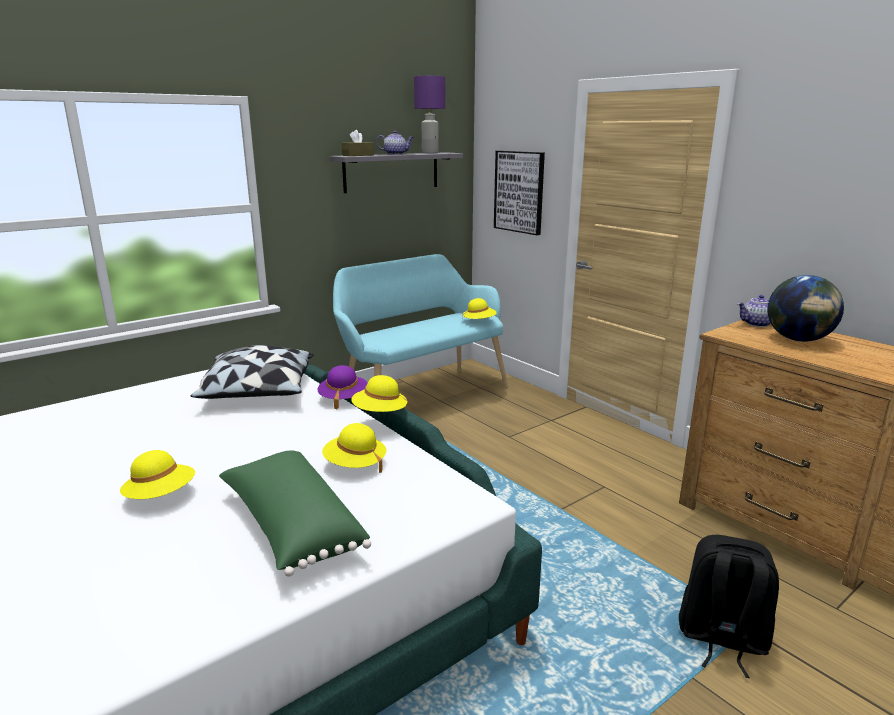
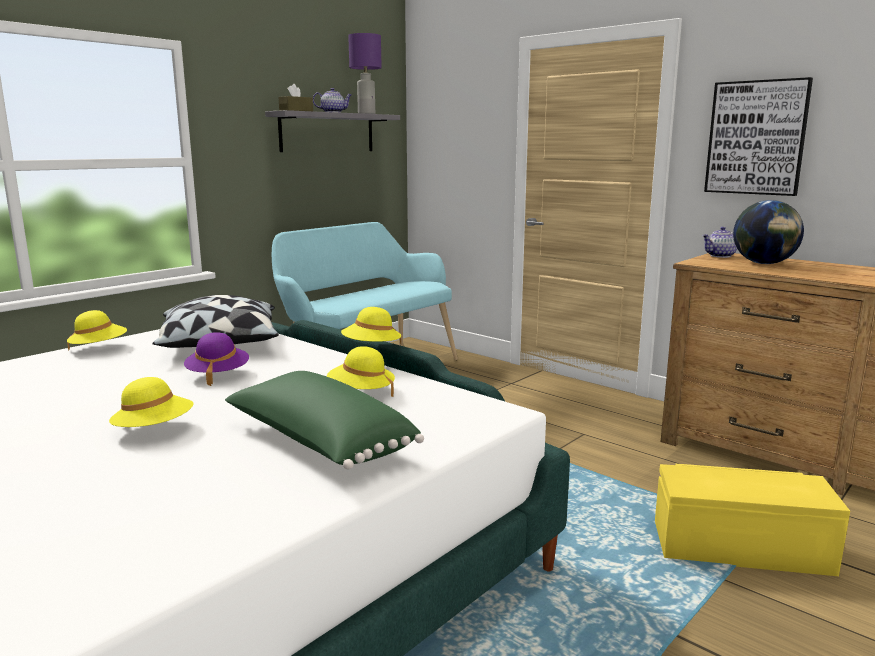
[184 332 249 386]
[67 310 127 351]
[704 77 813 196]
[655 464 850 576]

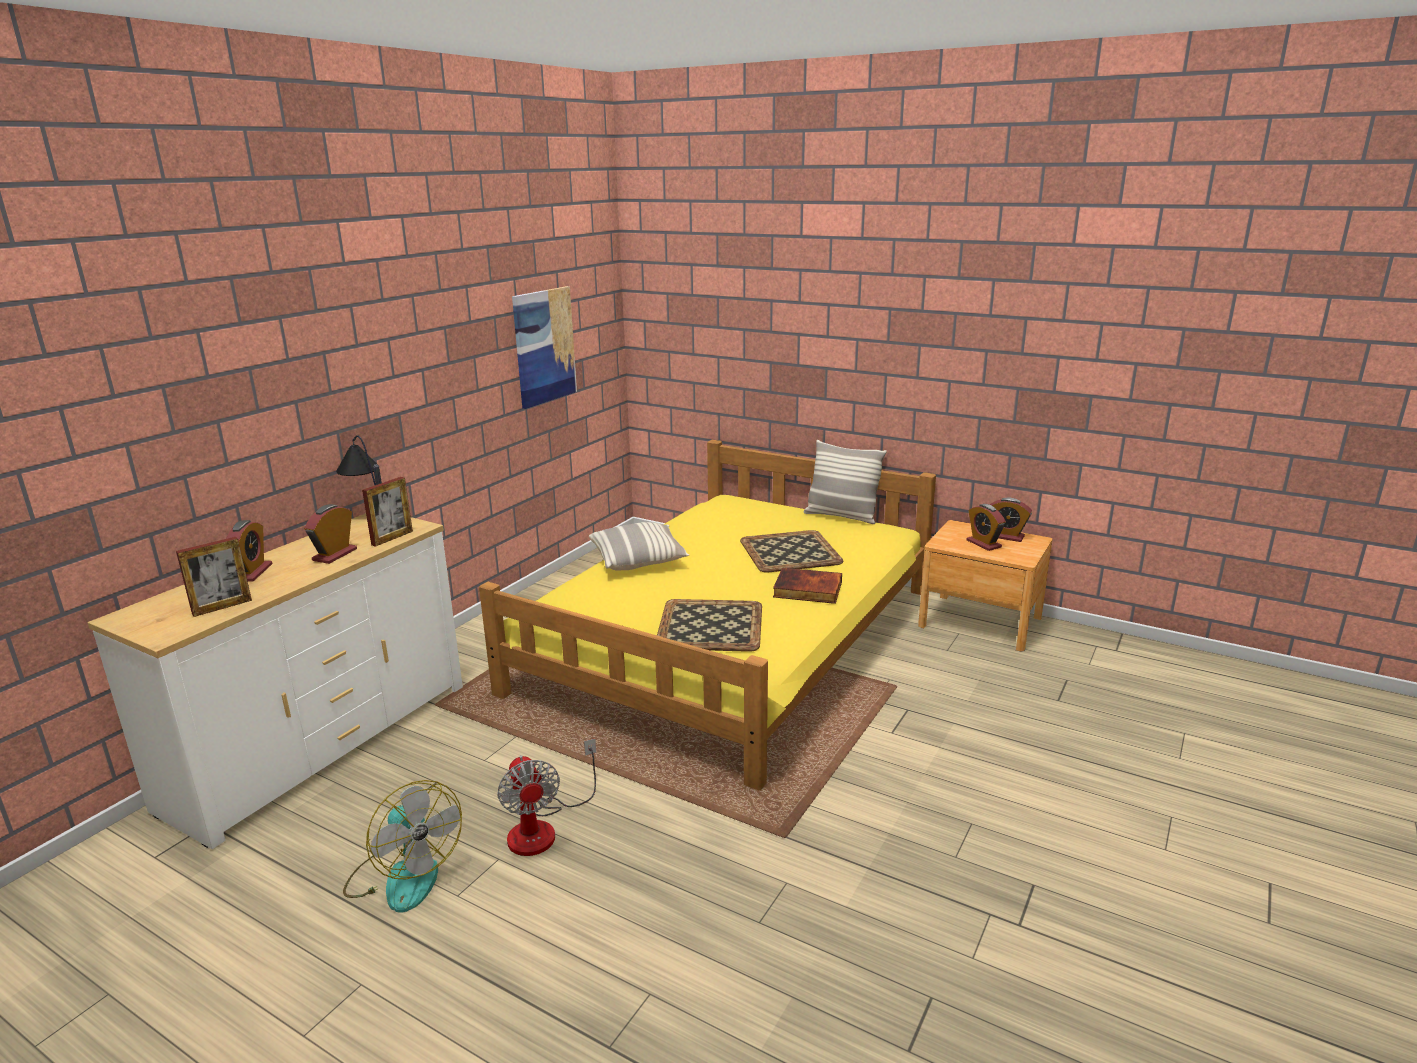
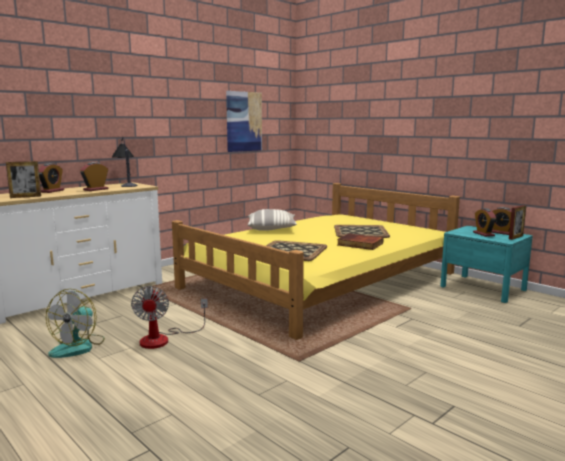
[46 289 105 358]
[509 205 526 240]
[804 440 887 524] (first image)
[440 226 533 303]

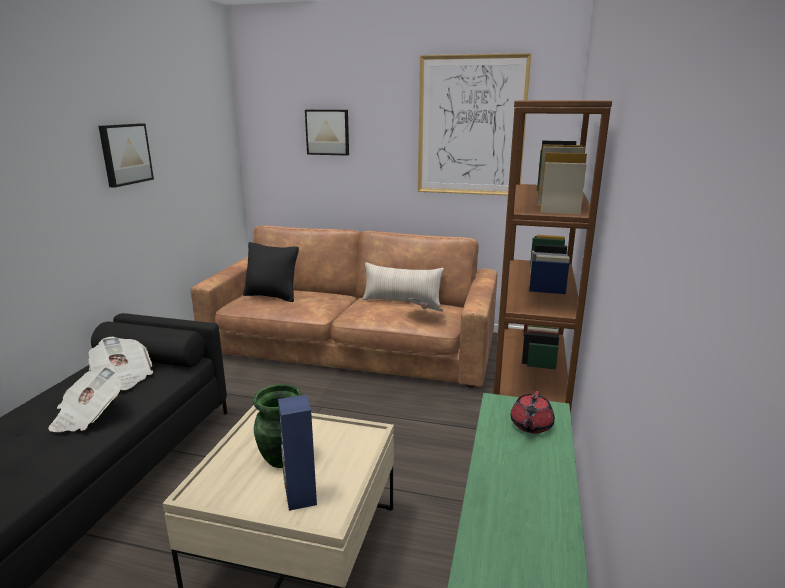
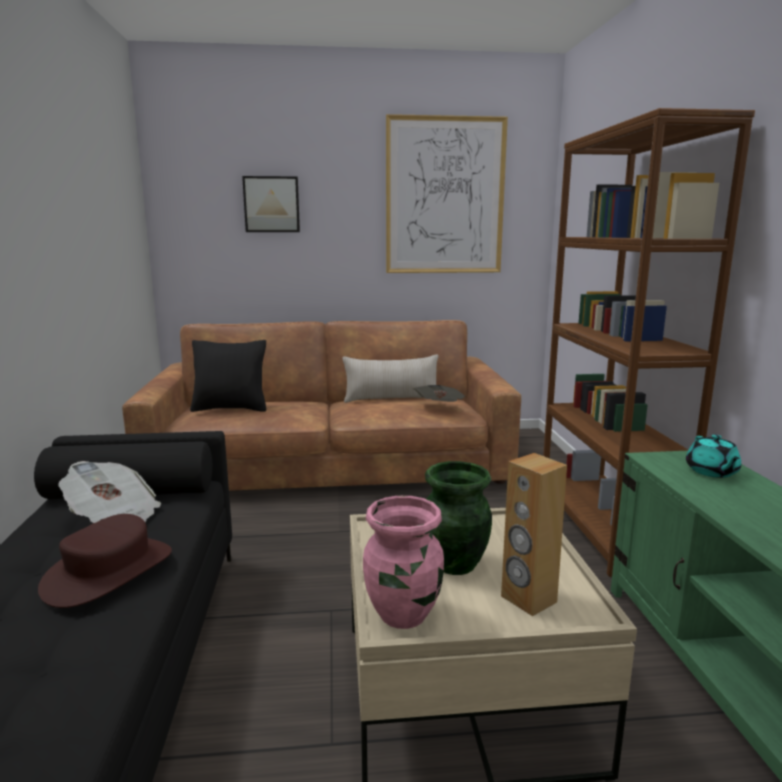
[38 514 172 608]
[98 123 154 188] (first image)
[501 453 567 616]
[686 434 741 478]
[363 496 444 629]

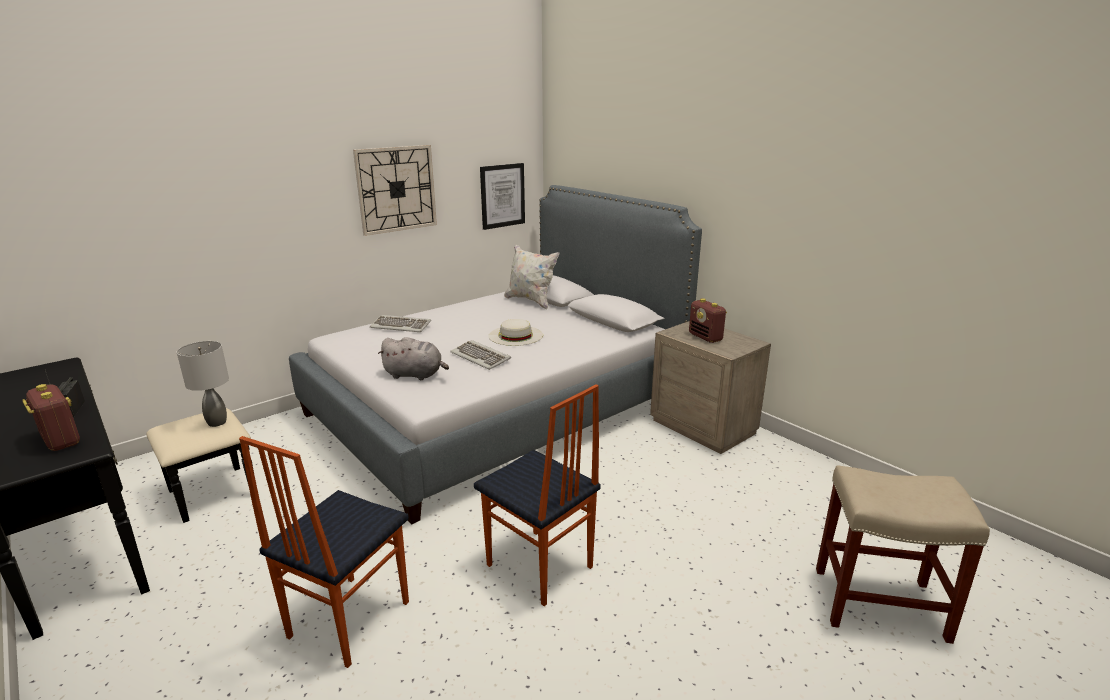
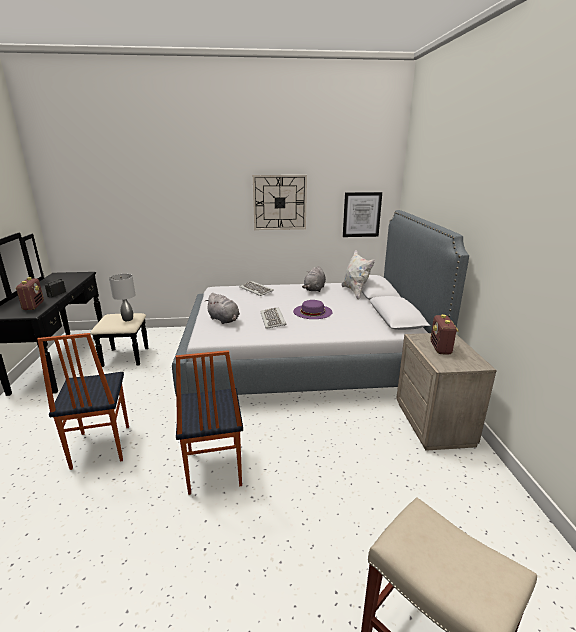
[37 333 129 470]
[293 300 333 319]
[302 266 326 292]

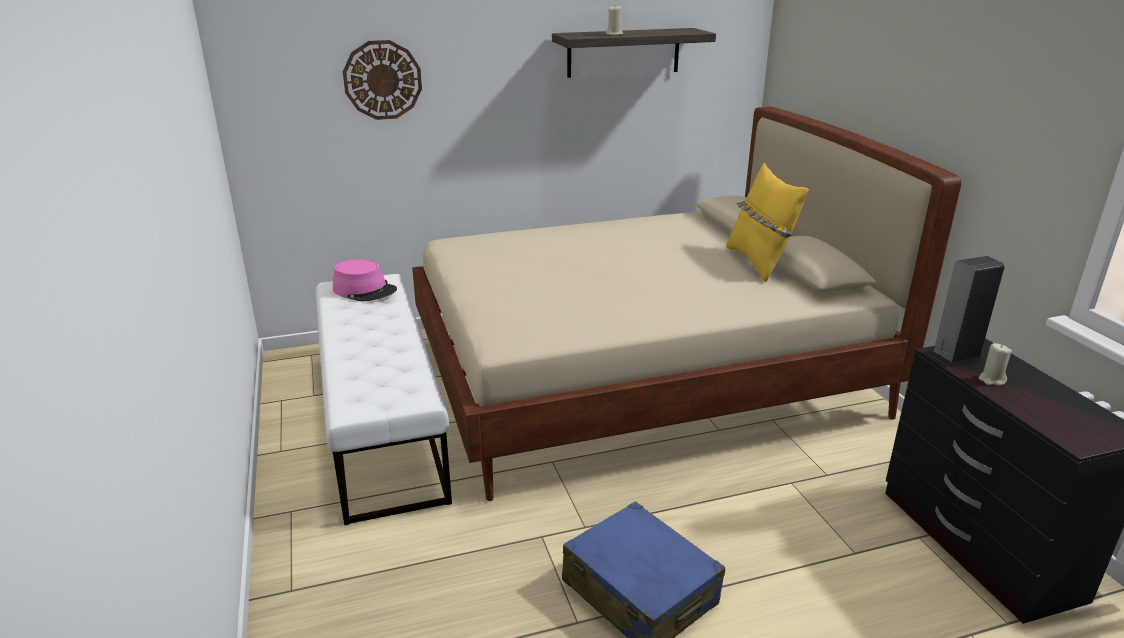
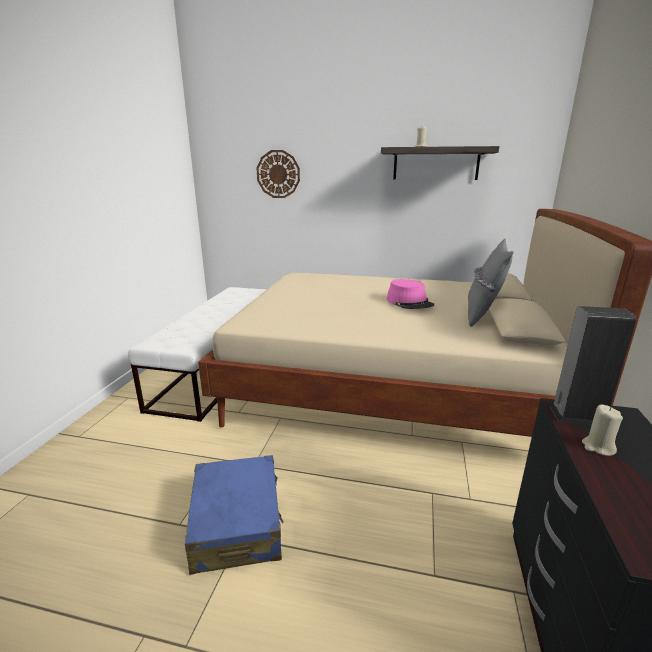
[387 279 434 309]
[468 238 514 327]

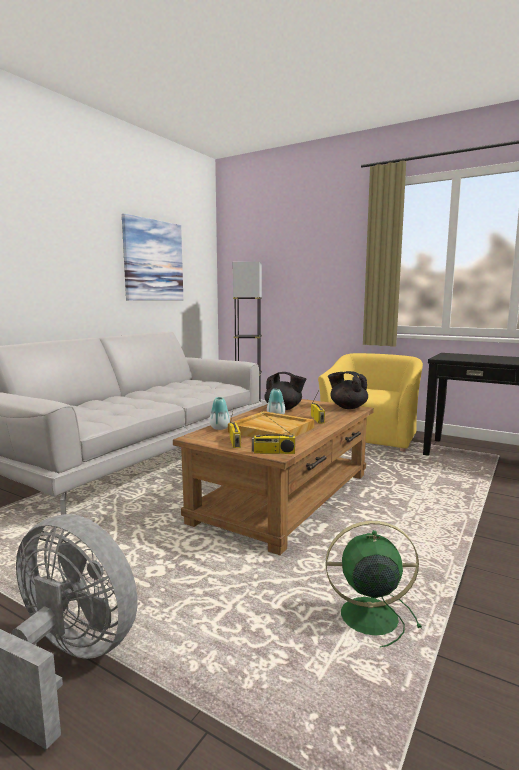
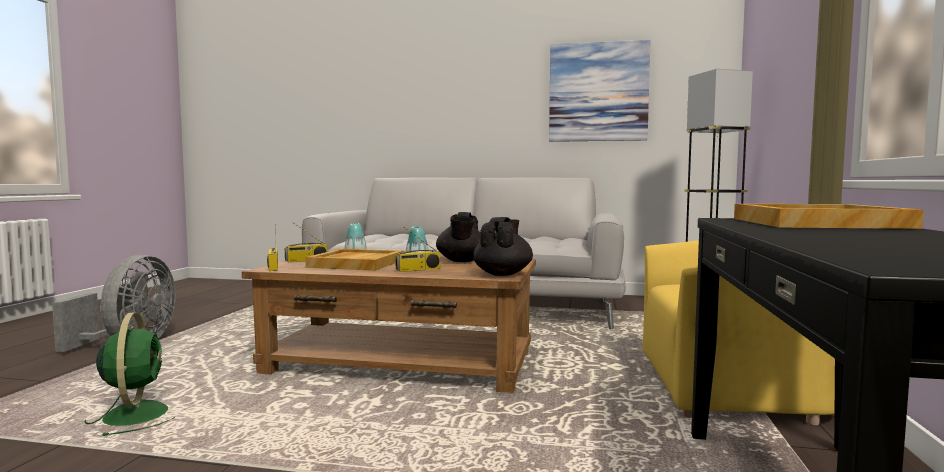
[734 204 924 229]

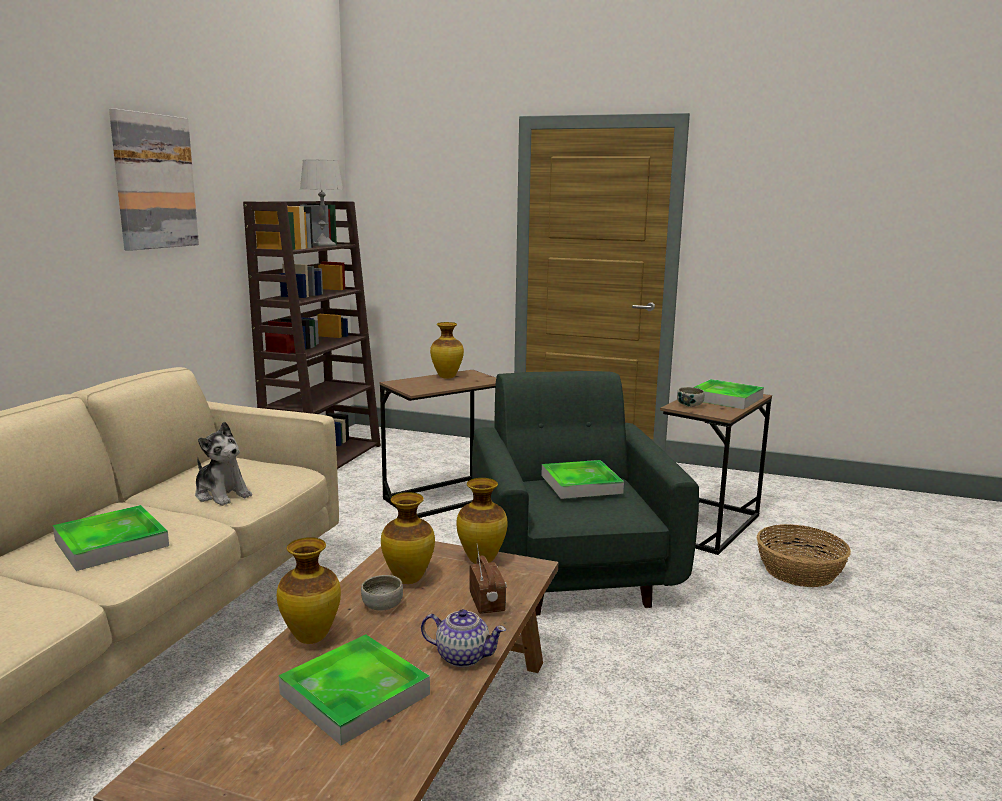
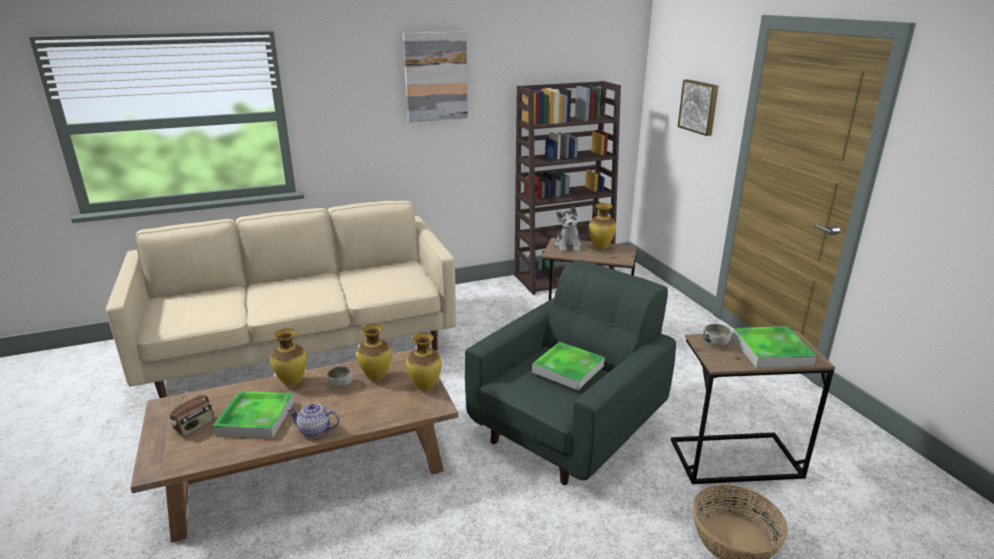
[53 505 169 571] (first image)
[554 206 582 252]
[300 160 343 247] (first image)
[286 403 340 437]
[170 387 214 436]
[678 79 718 136]

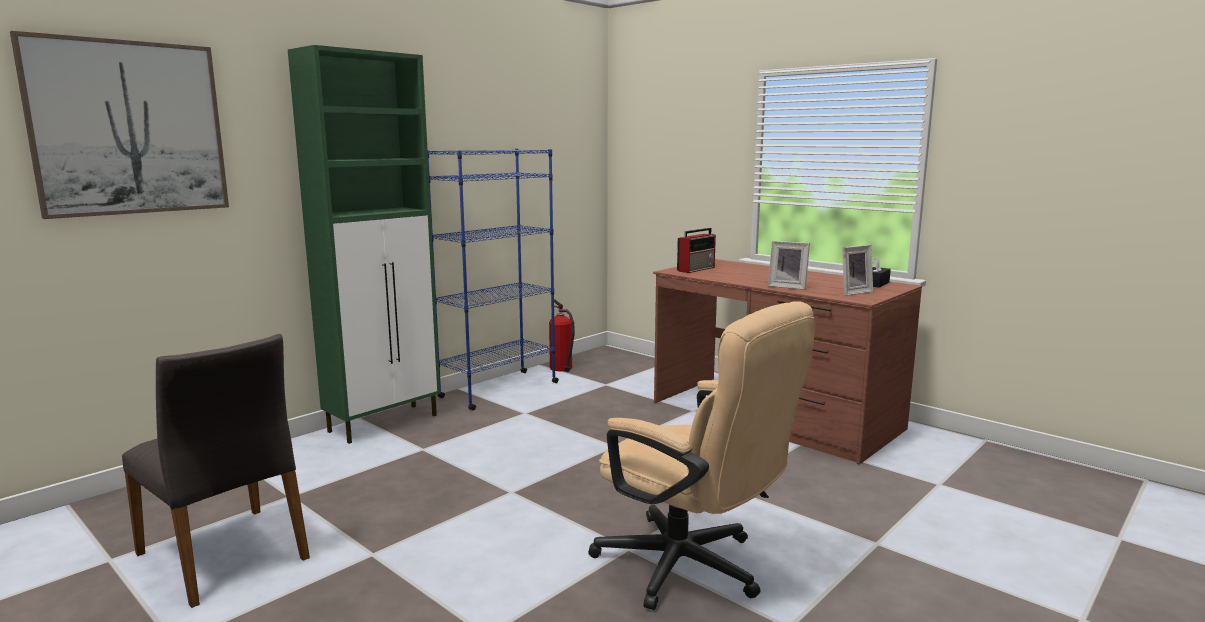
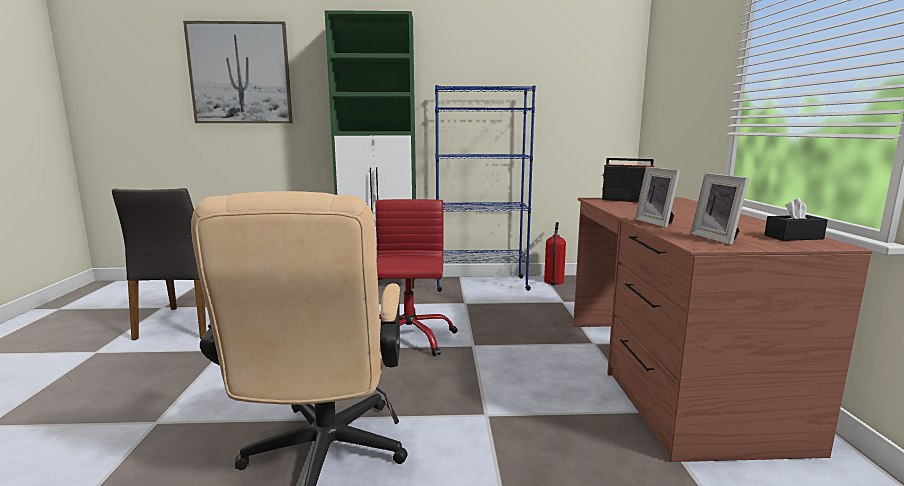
[602 158 654 203]
[690 173 750 245]
[375 199 458 357]

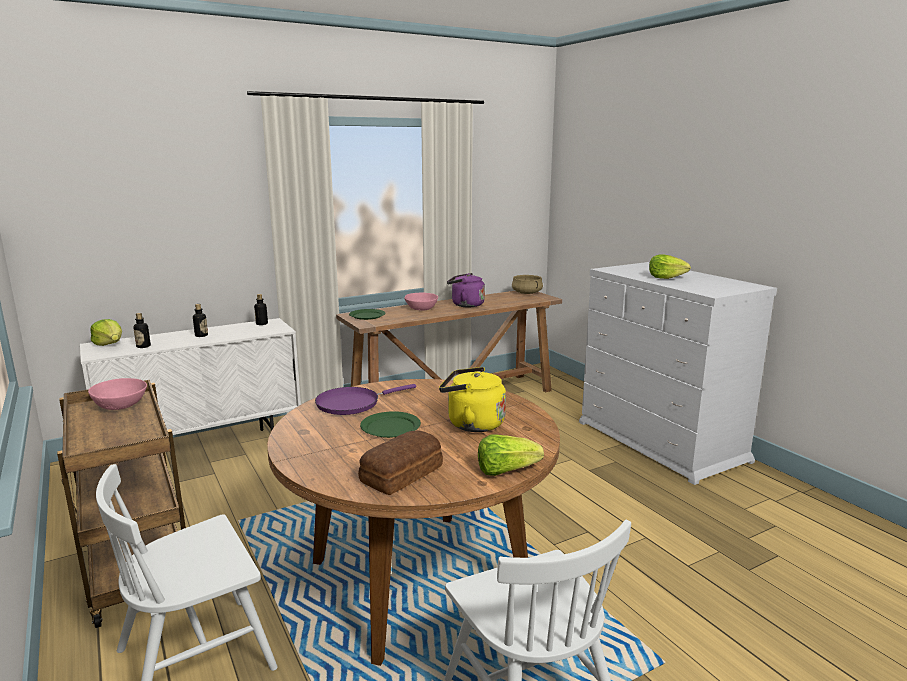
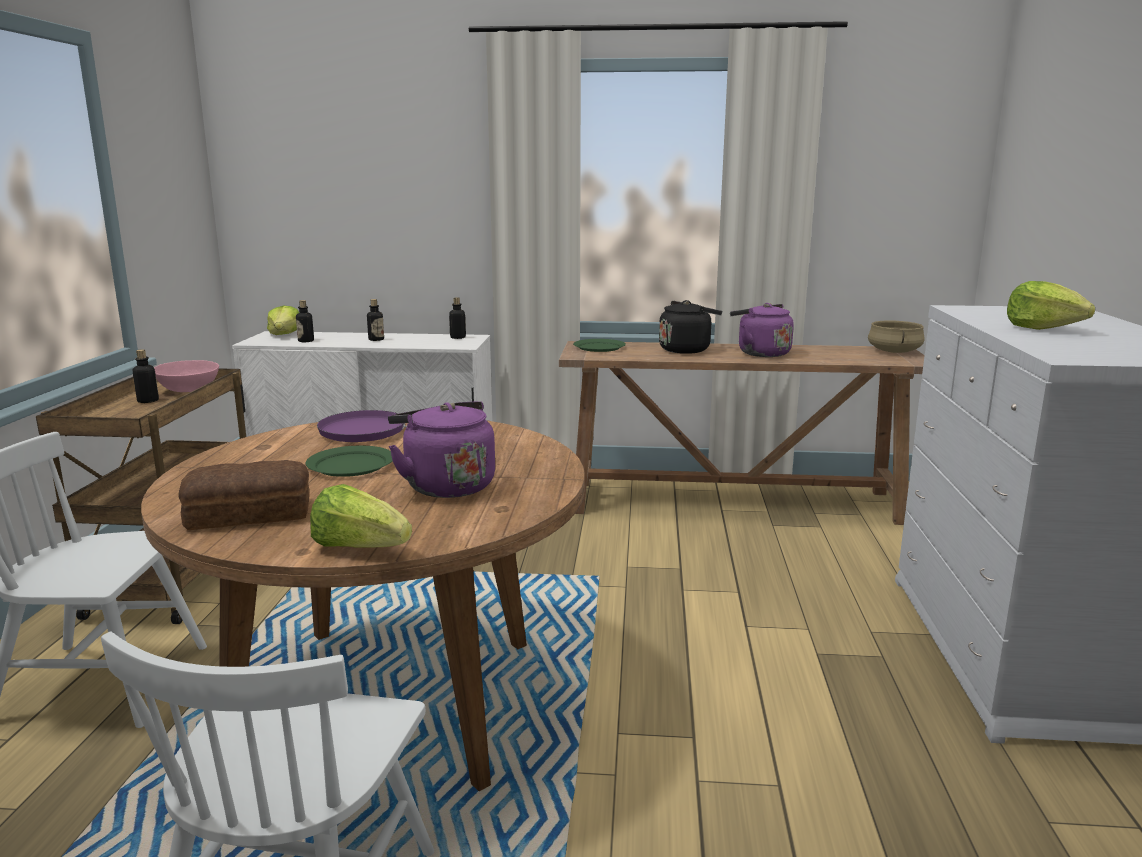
[659 300 722 354]
[388 401 495 498]
[133 349 159 403]

